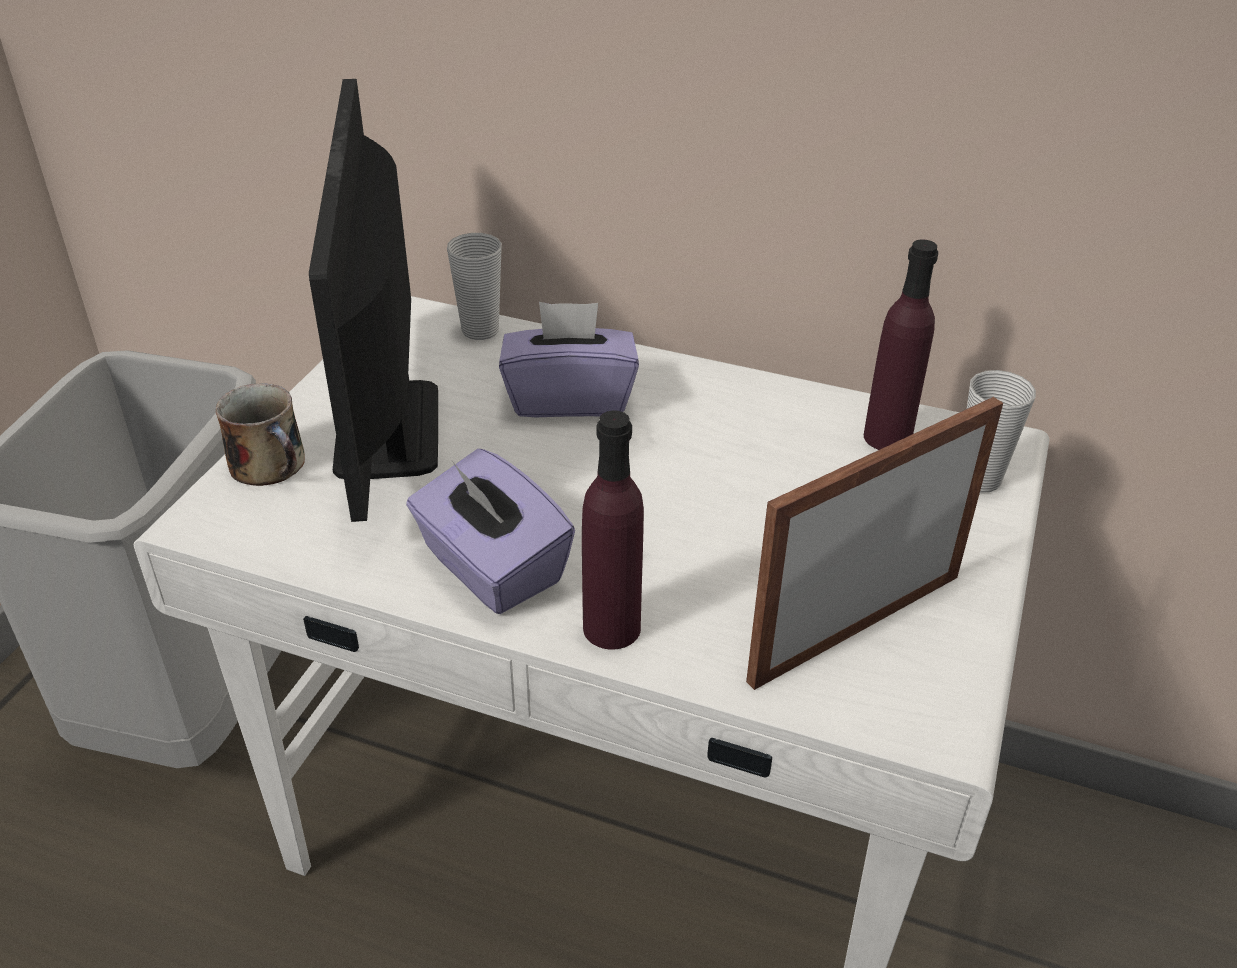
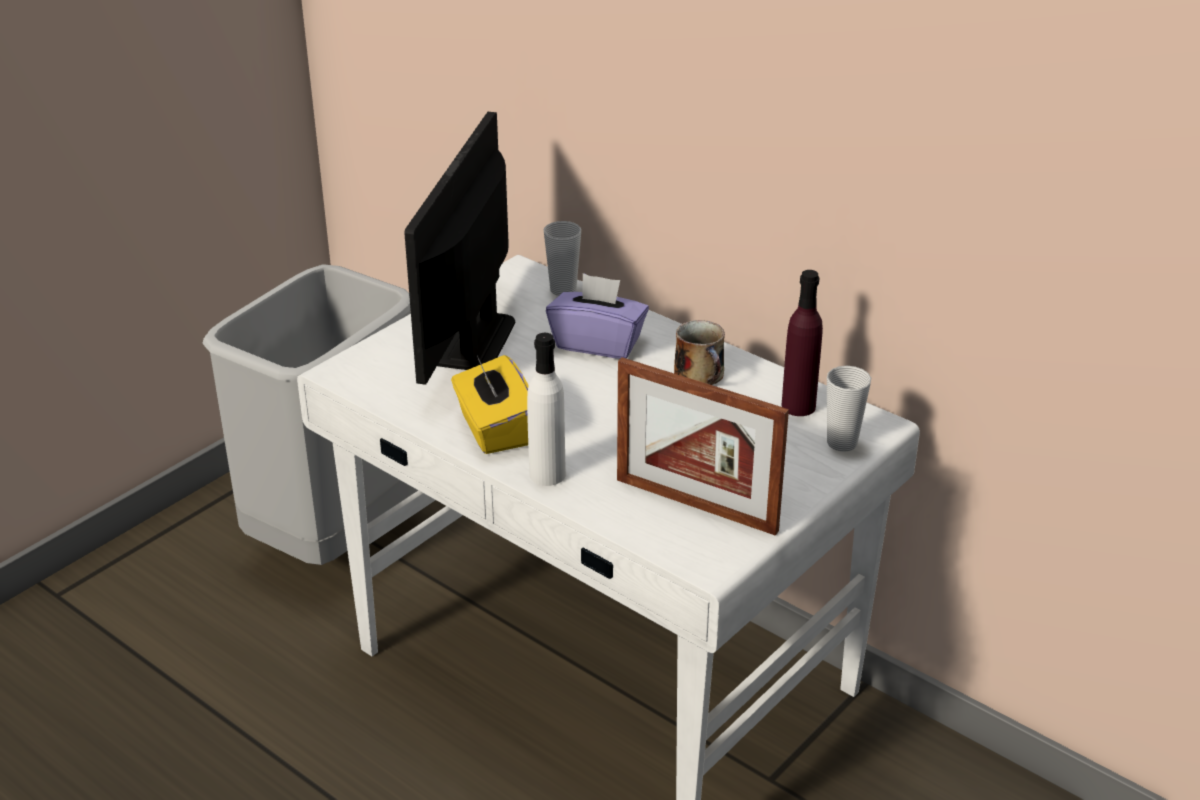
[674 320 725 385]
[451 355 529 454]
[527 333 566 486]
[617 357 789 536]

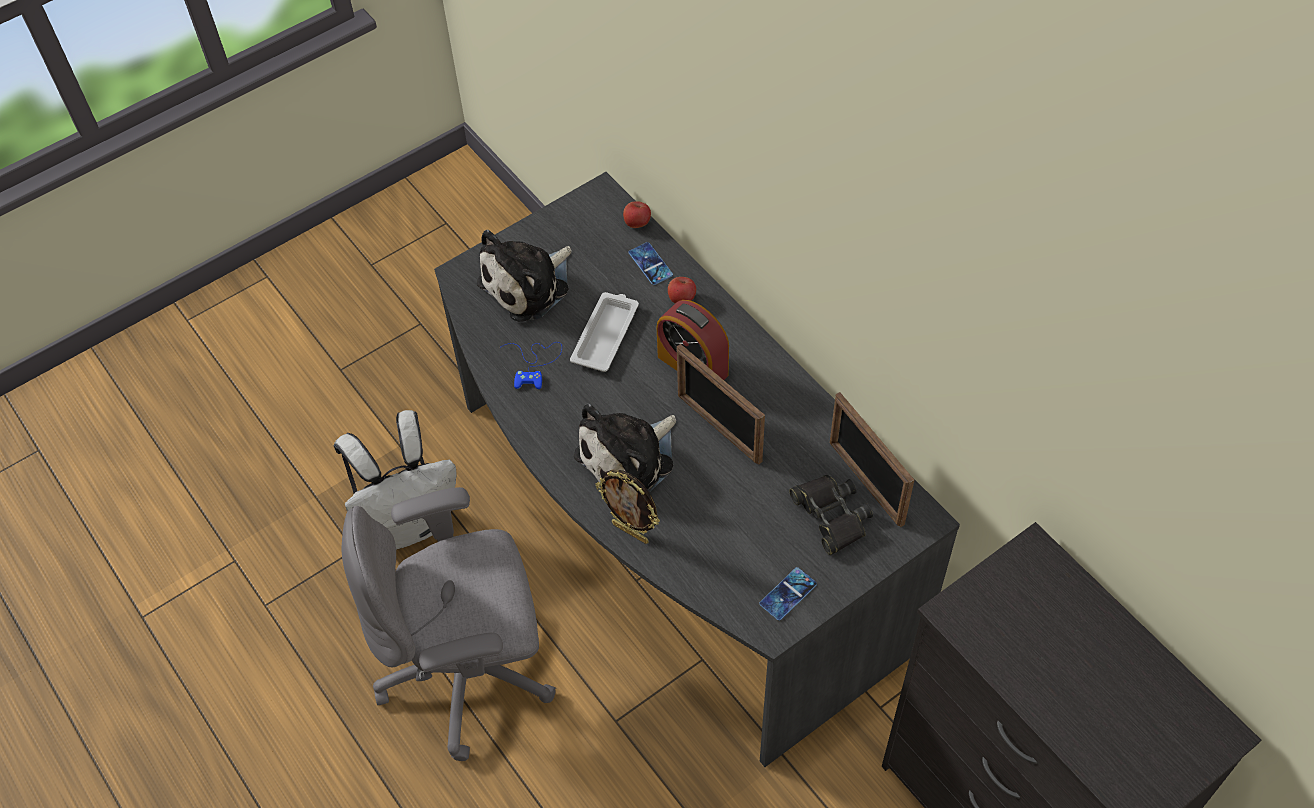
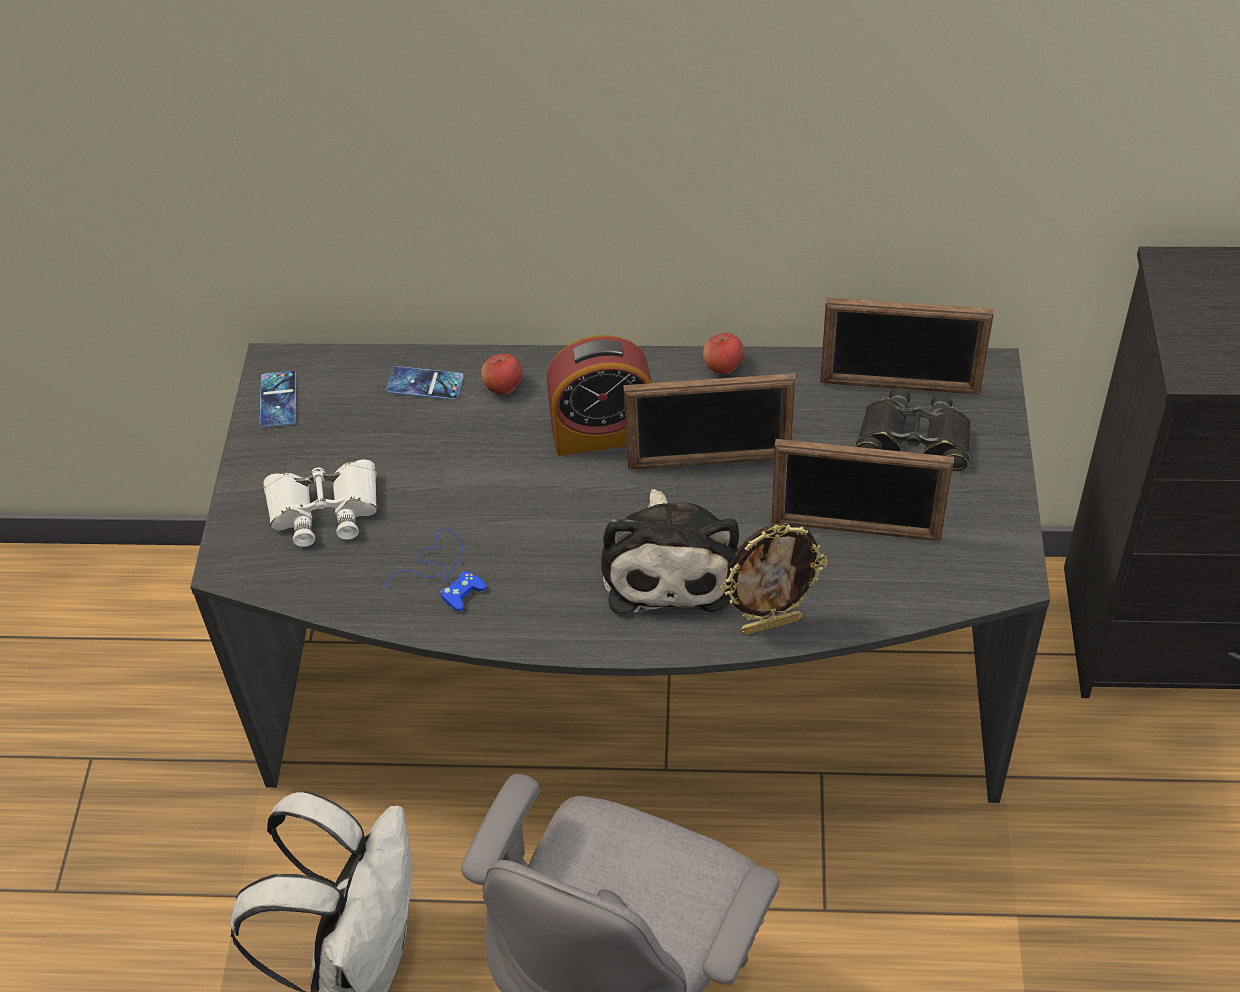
[264 459 377 547]
[570 292 639 372] (first image)
[703 333 744 375]
[260 370 296 428]
[771 439 954 541]

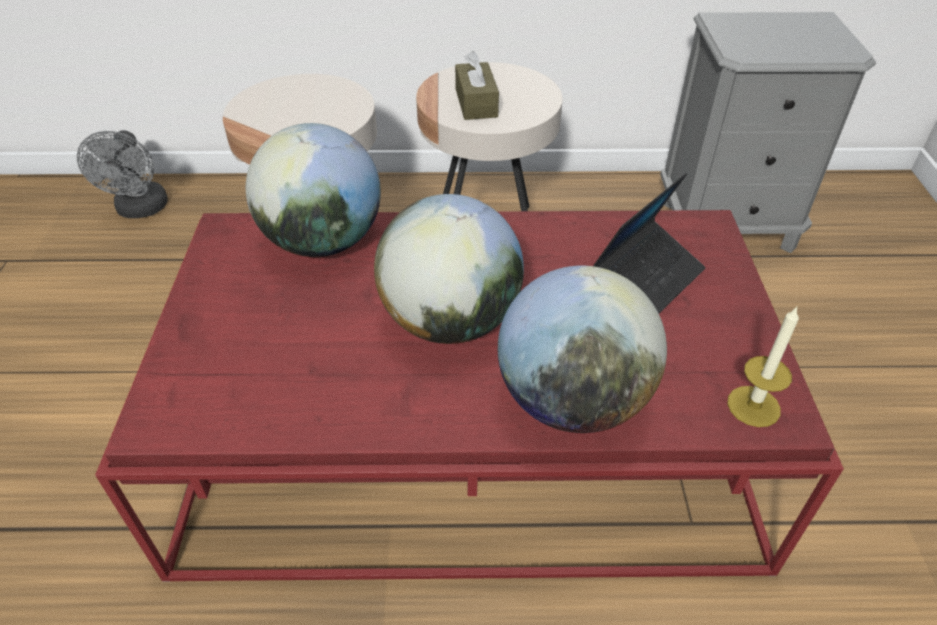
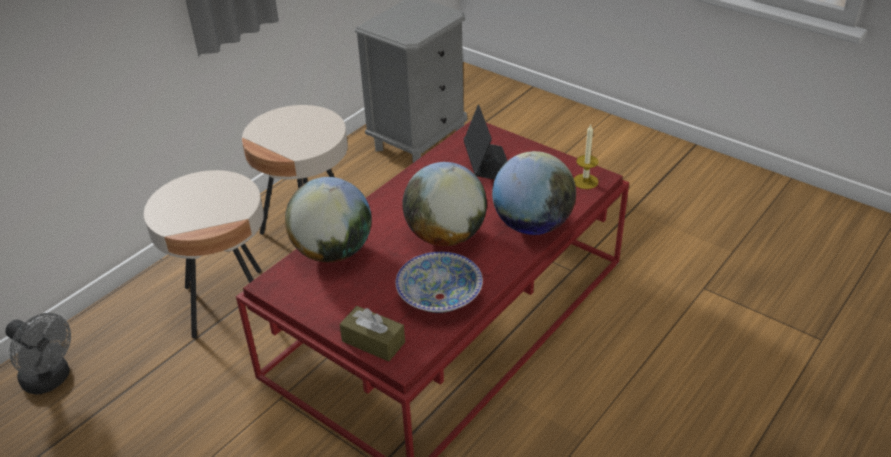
[339 306 405 362]
[395 252 483 313]

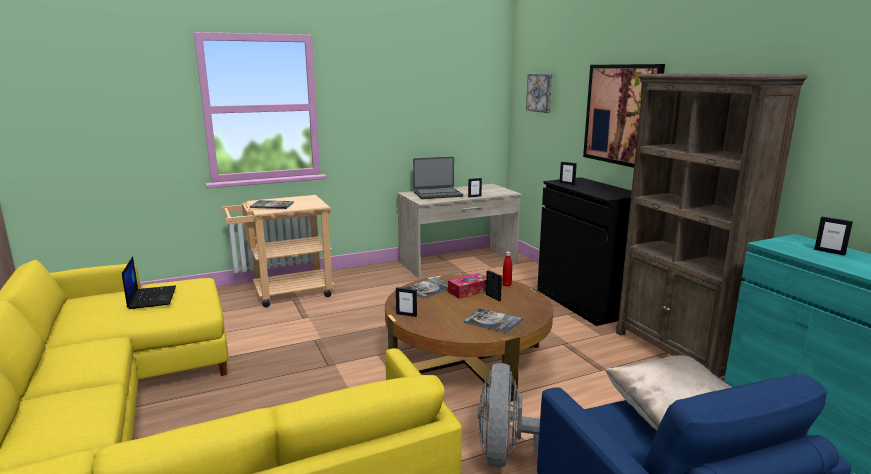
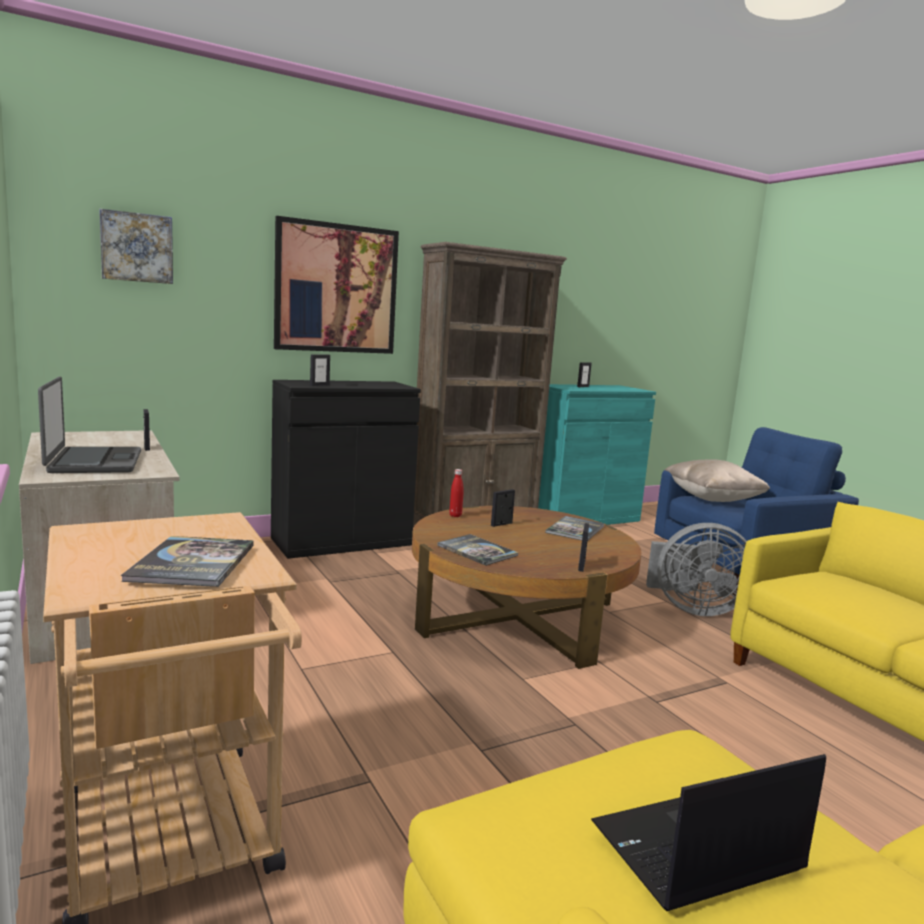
[448 273 486 299] (first image)

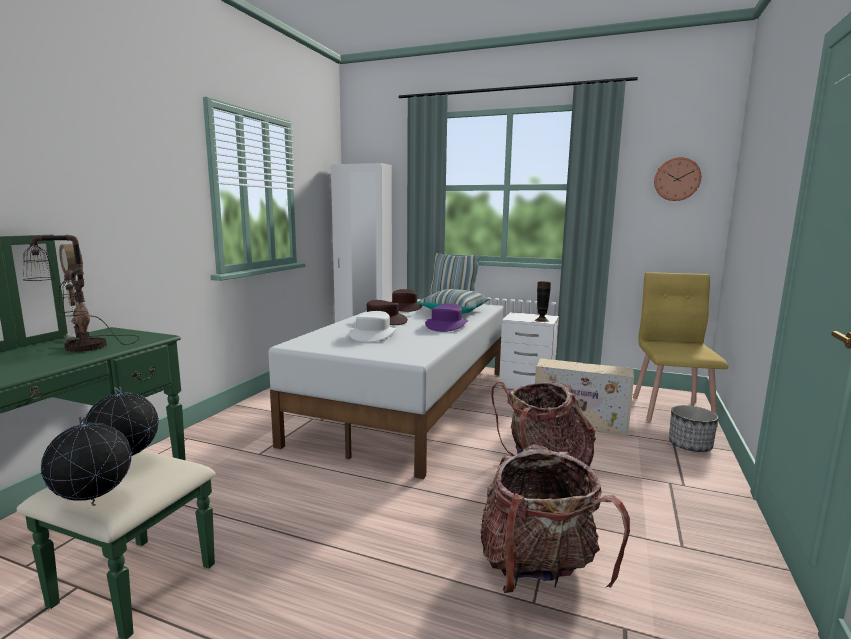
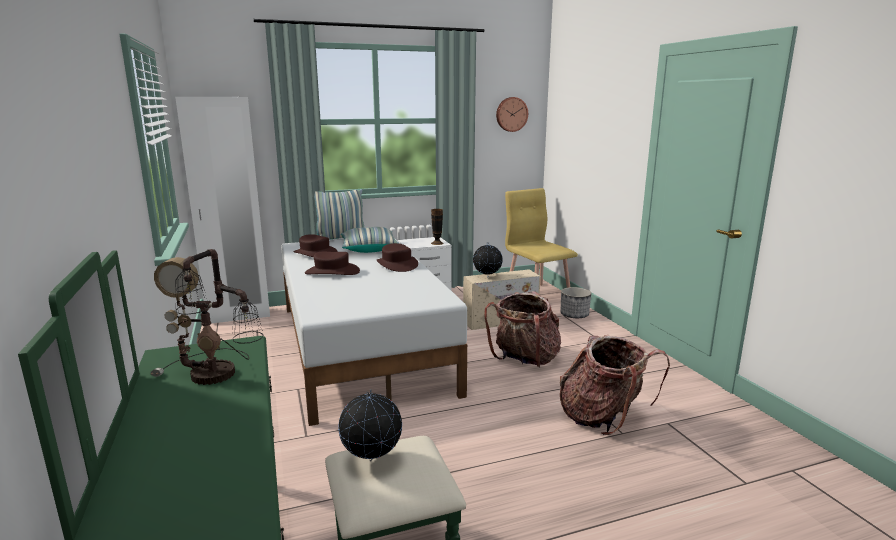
[473 245 503 278]
[349 311 397 342] (first image)
[377 243 418 272]

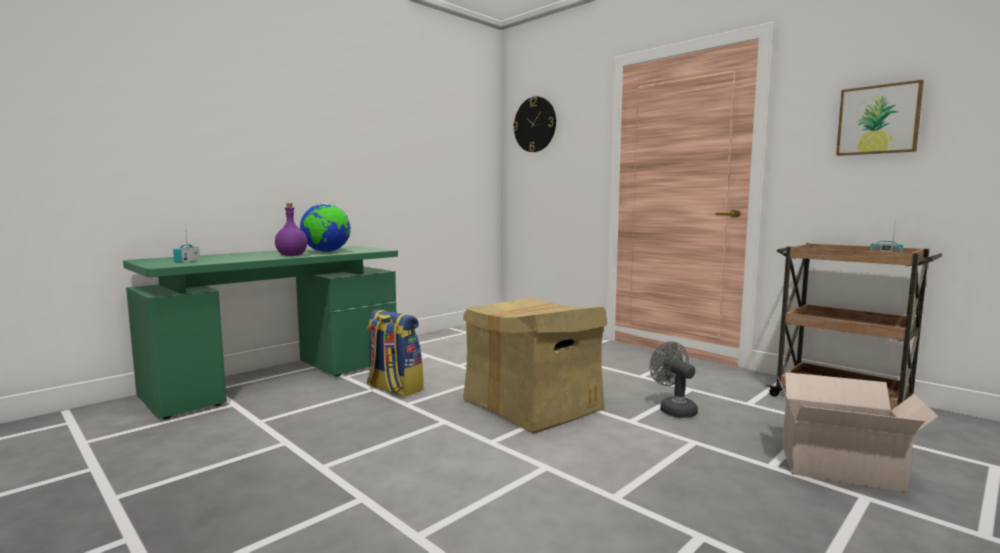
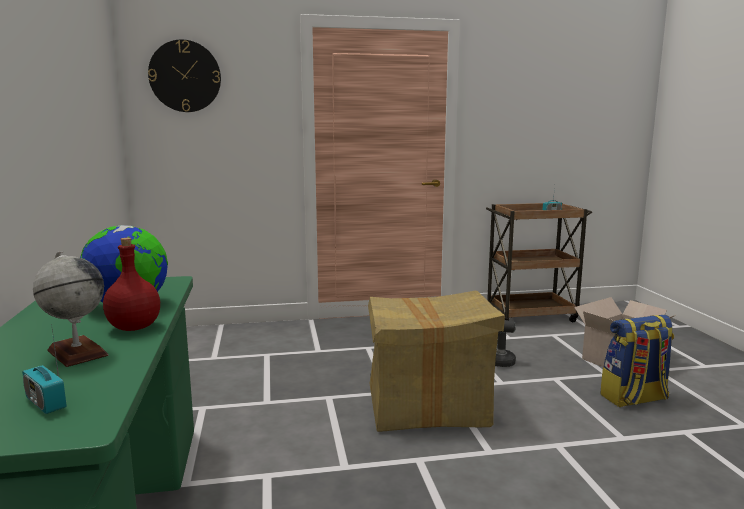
[103 238 160 331]
[600 315 674 407]
[836 80 924 156] (first image)
[33 251 109 367]

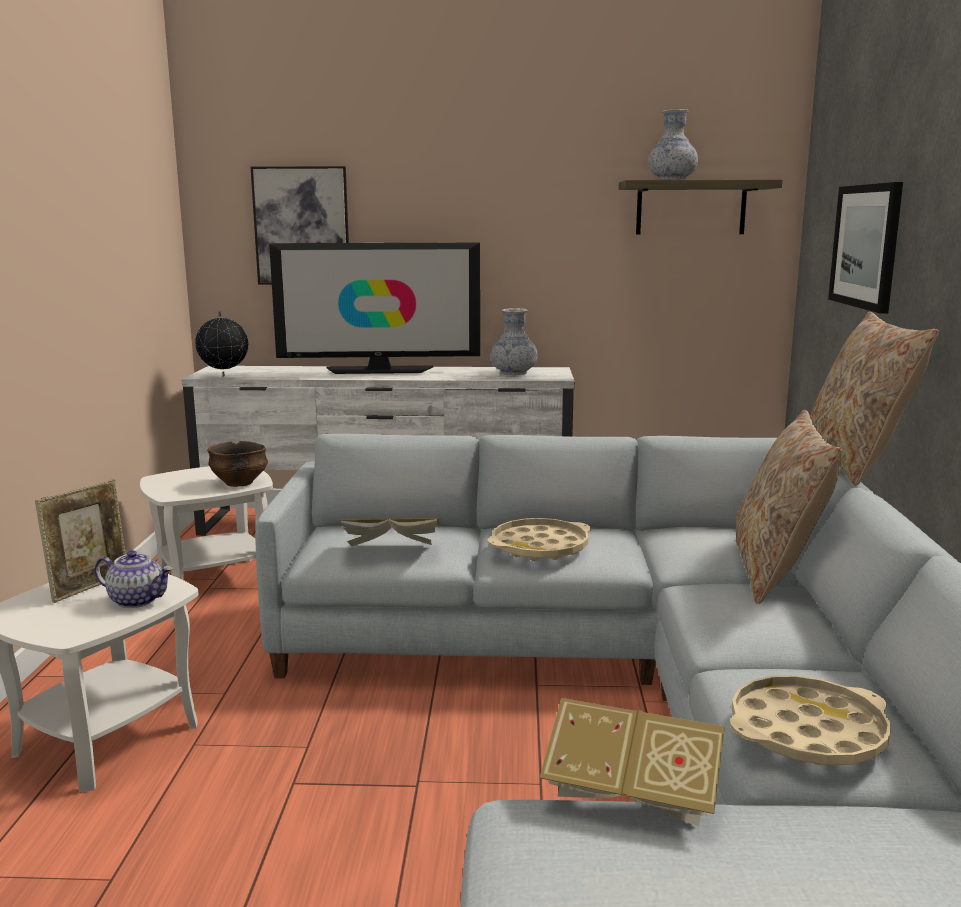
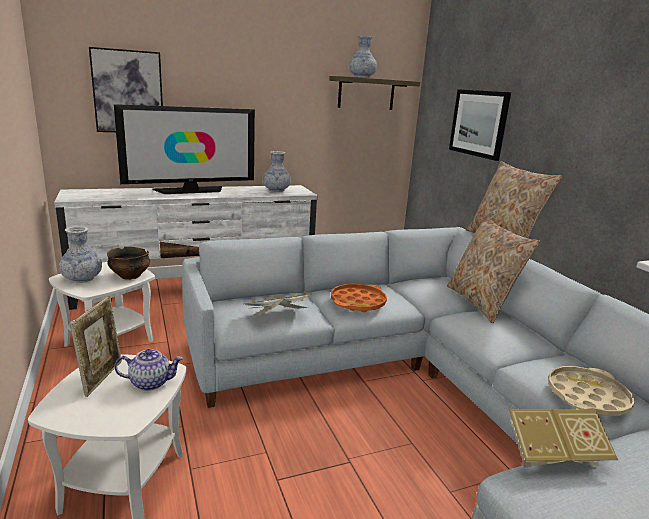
[195 311 249 376] (first image)
[331 284 387 312]
[59 226 102 283]

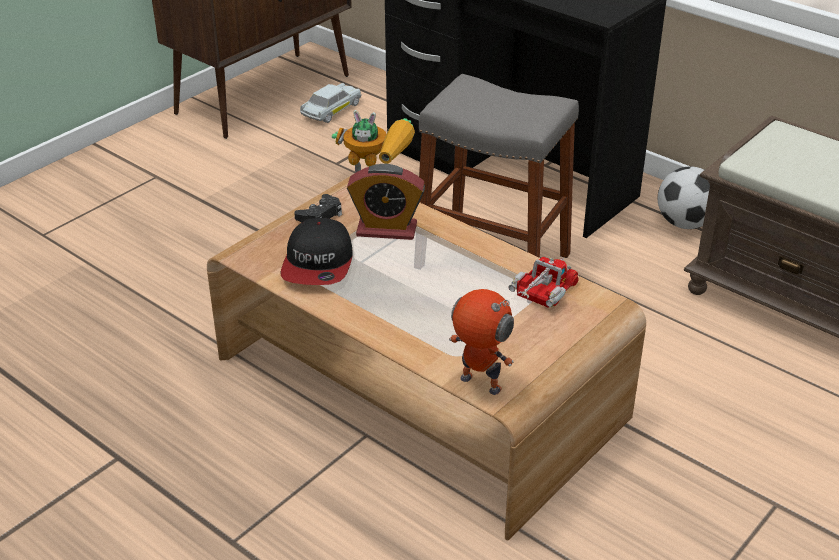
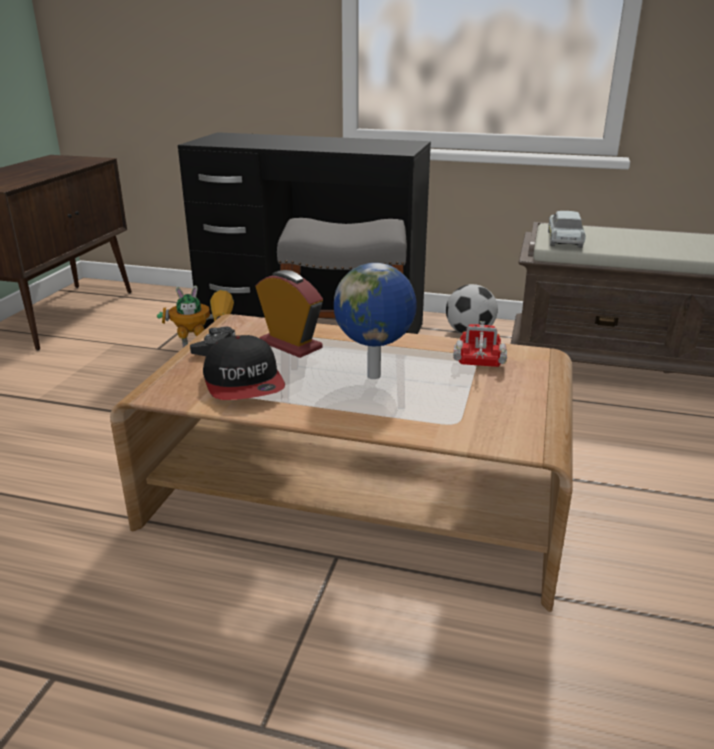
[548 211 586 248]
[256 270 323 358]
[449 289 514 395] (first image)
[334 263 417 379]

